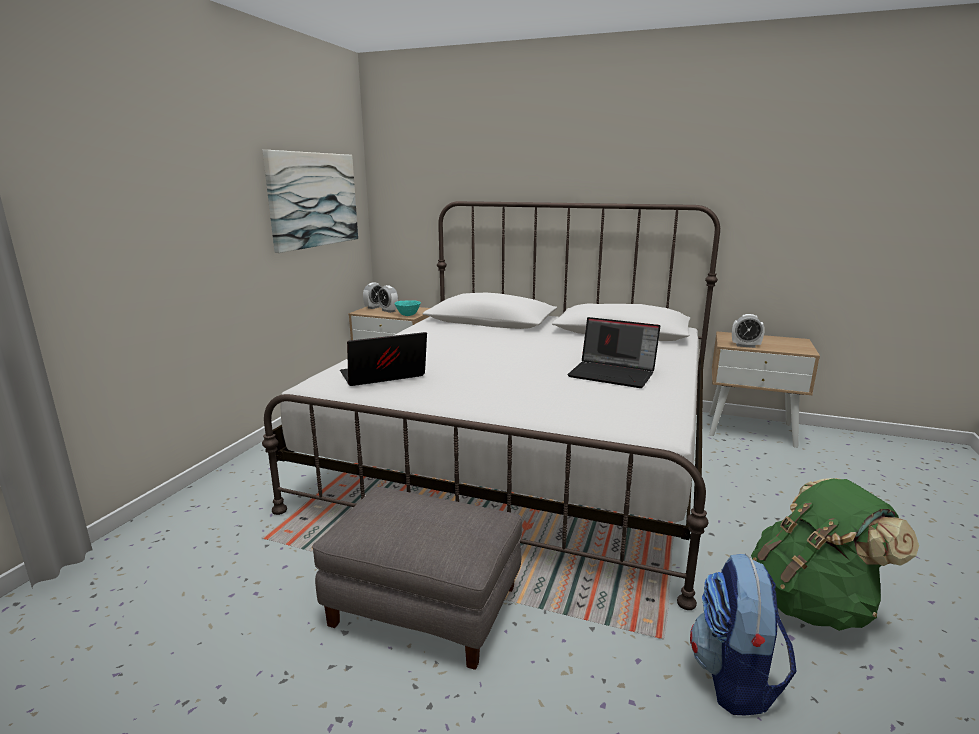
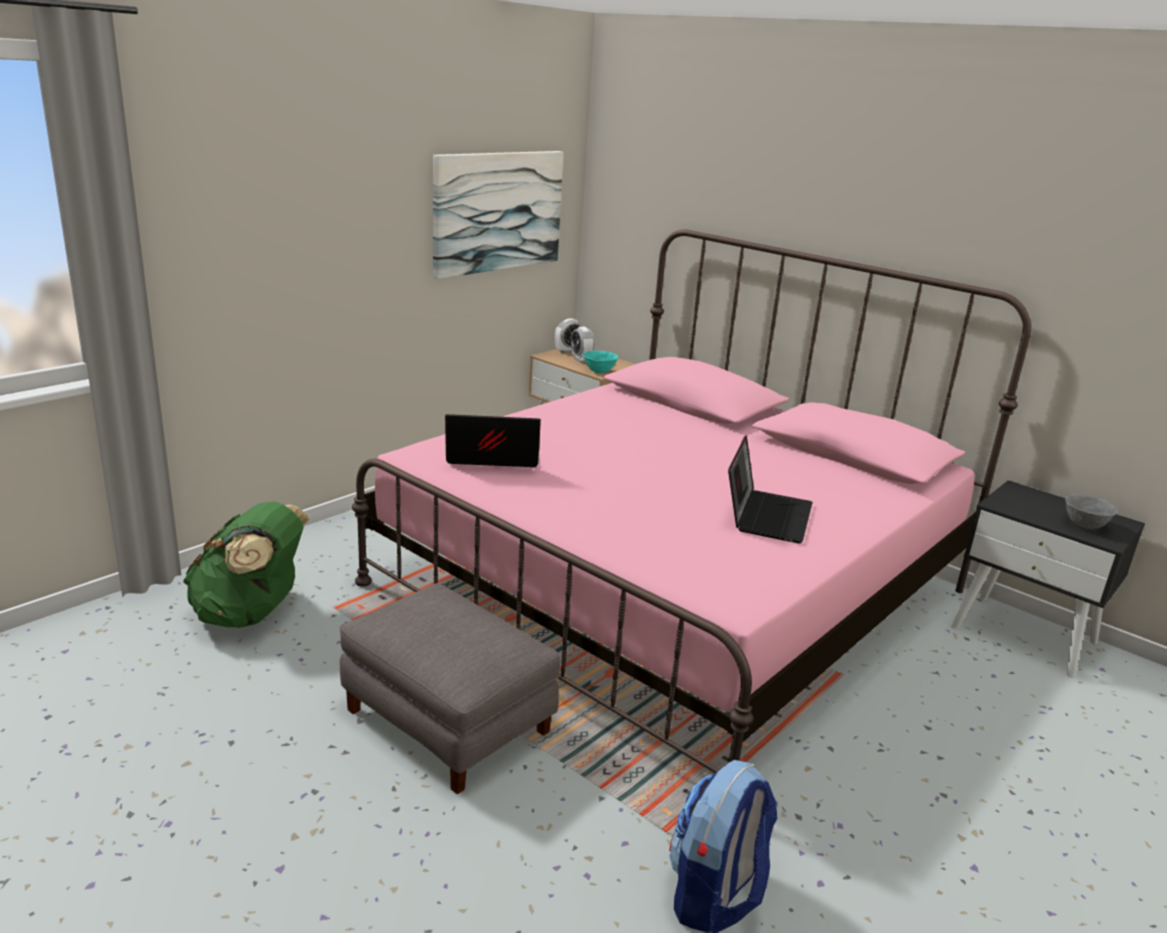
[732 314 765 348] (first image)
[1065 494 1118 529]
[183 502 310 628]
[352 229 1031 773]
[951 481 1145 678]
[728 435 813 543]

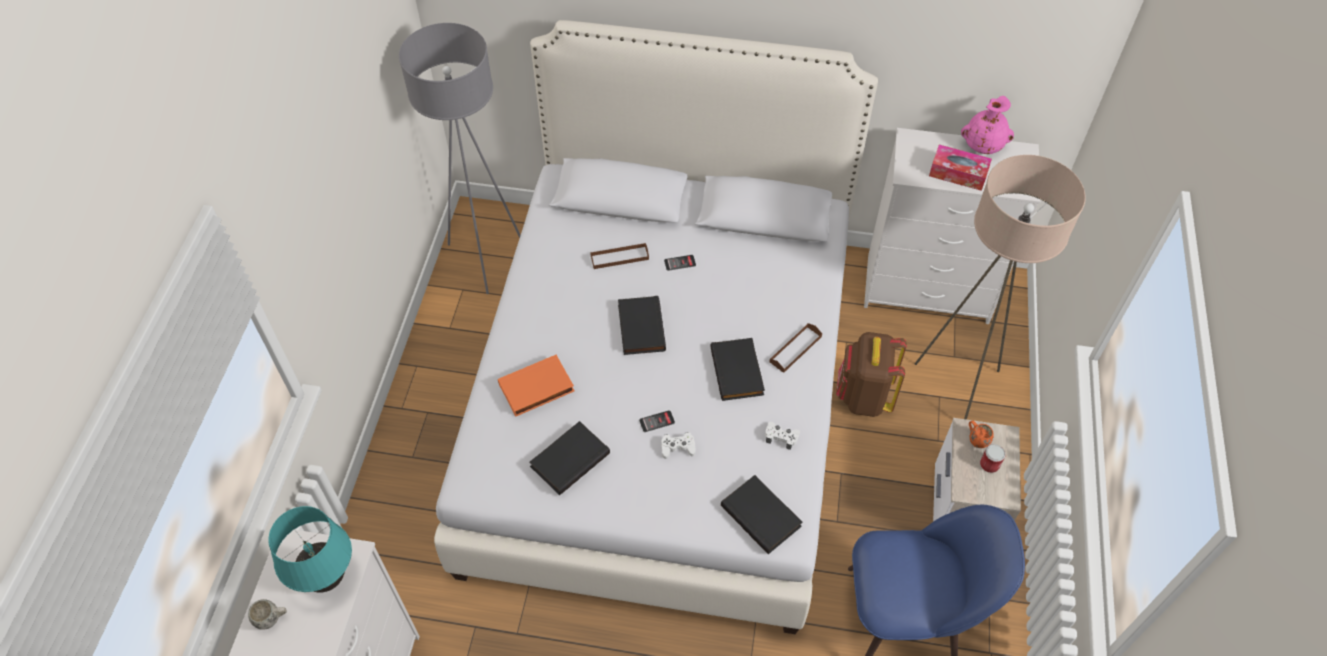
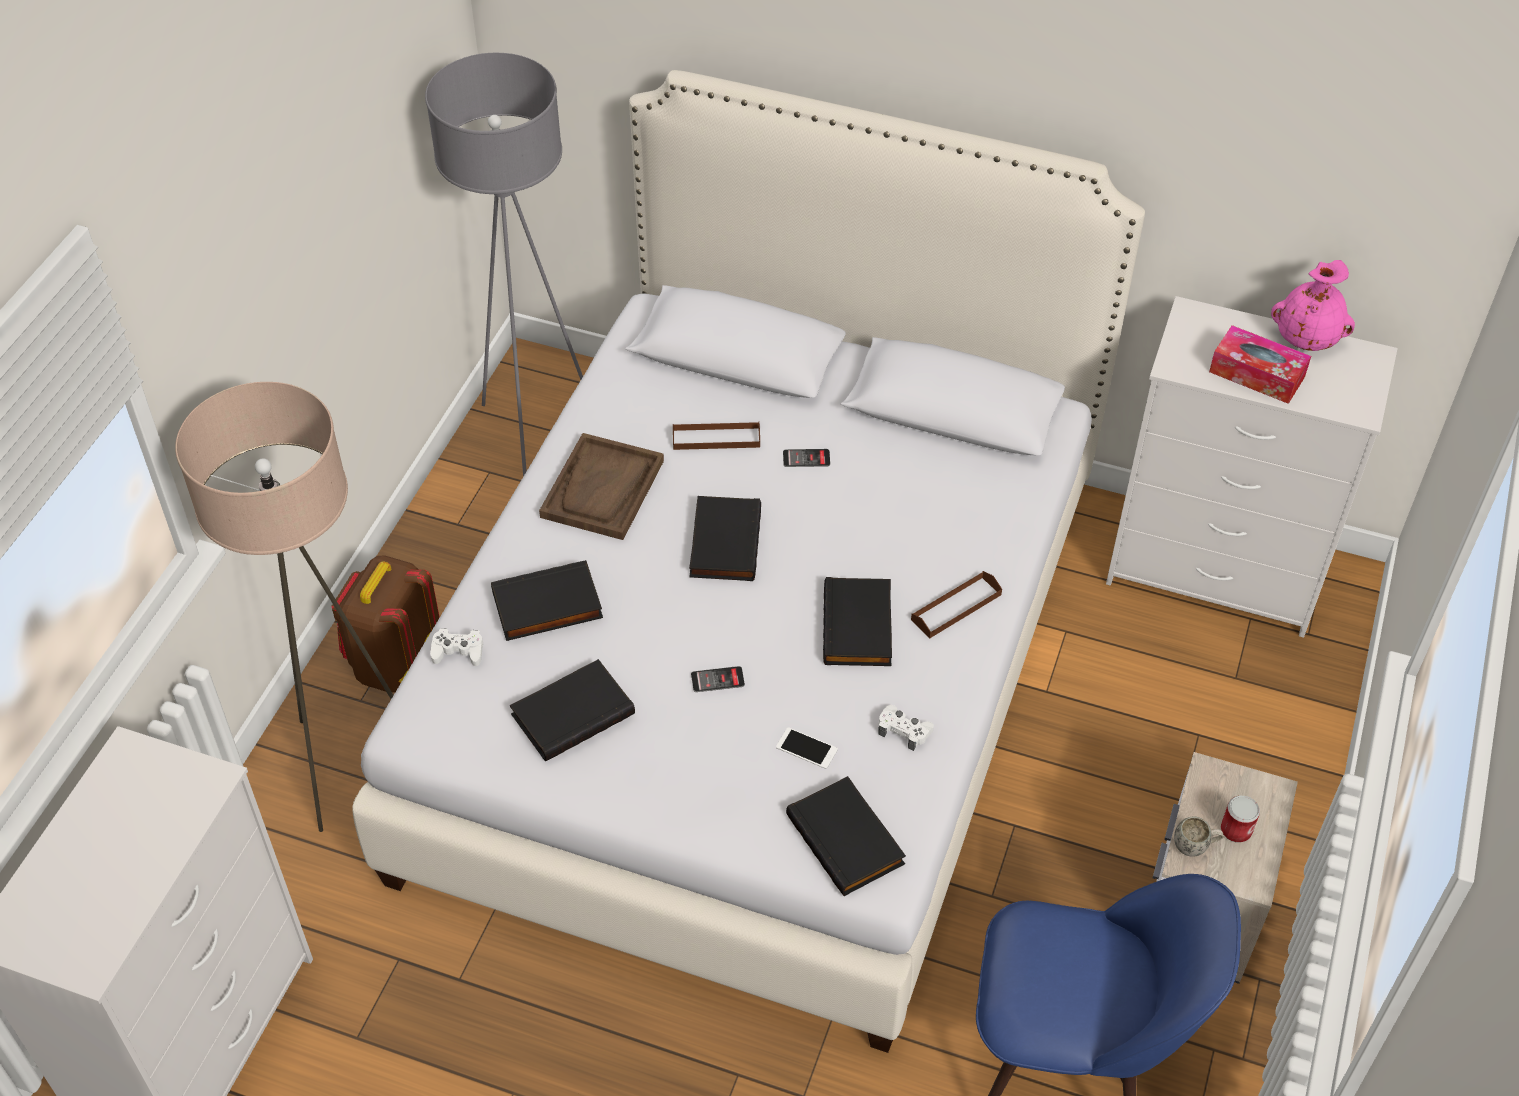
[268 506 352 593] (first image)
[969 421 994 448] (first image)
[539 433 664 540]
[776 727 838 769]
[1174 816 1224 857]
[430 628 483 666]
[331 555 440 692]
[175 382 393 832]
[491 560 603 641]

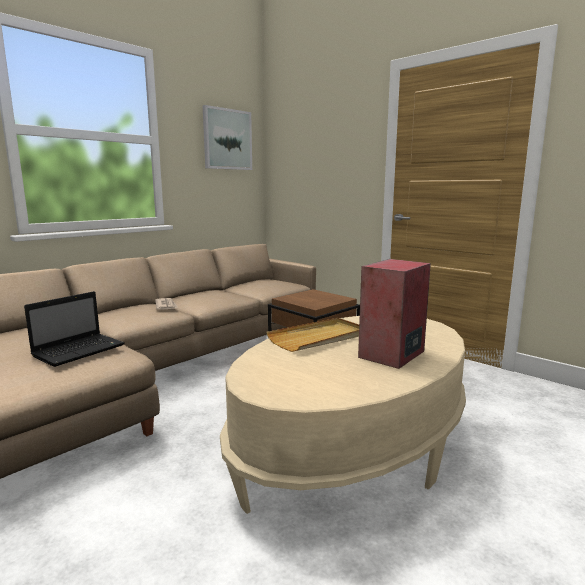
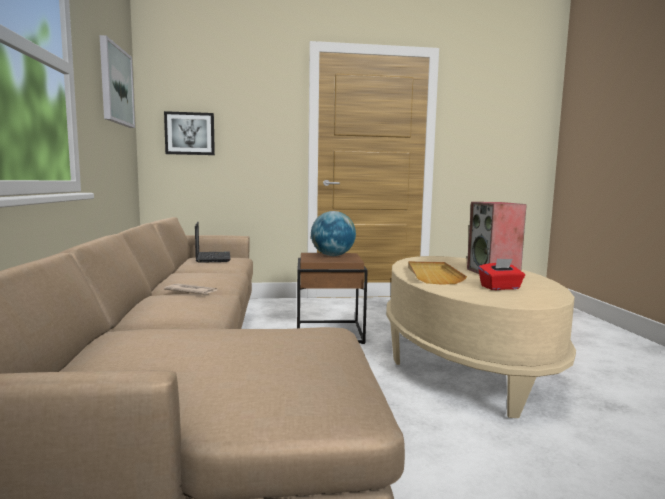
[164 111 215 155]
[311 211 356 256]
[478 259 525 290]
[195 222 231 263]

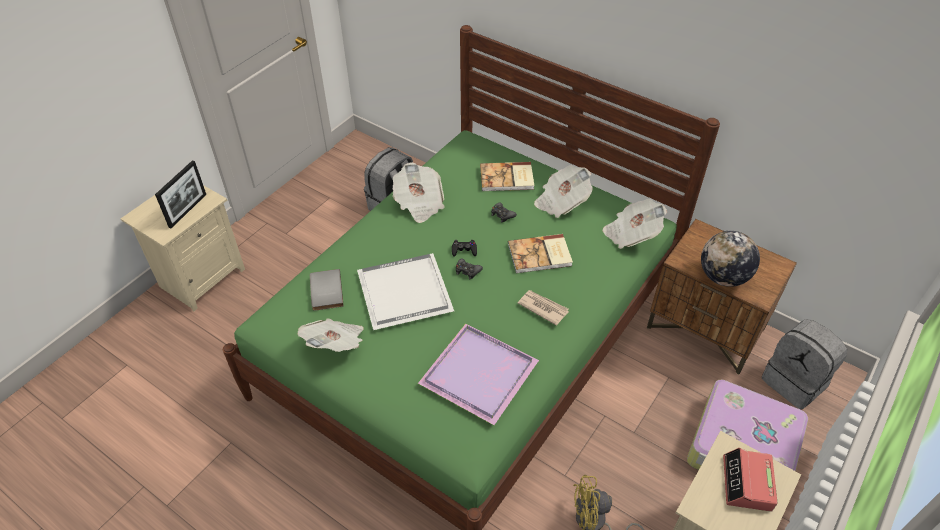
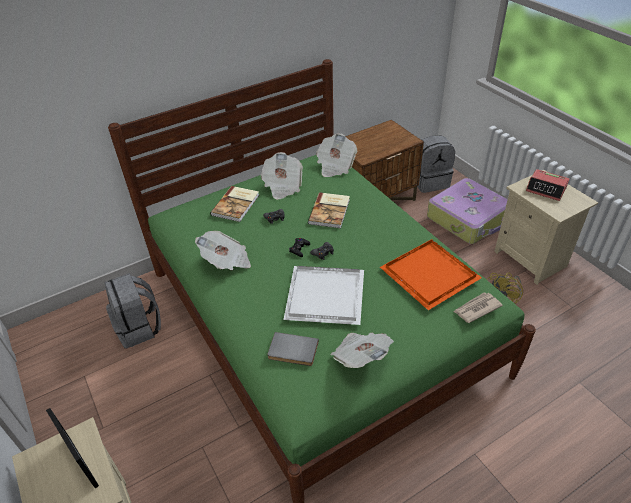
[701 231 760 287] (first image)
[454 292 503 323]
[380 239 482 310]

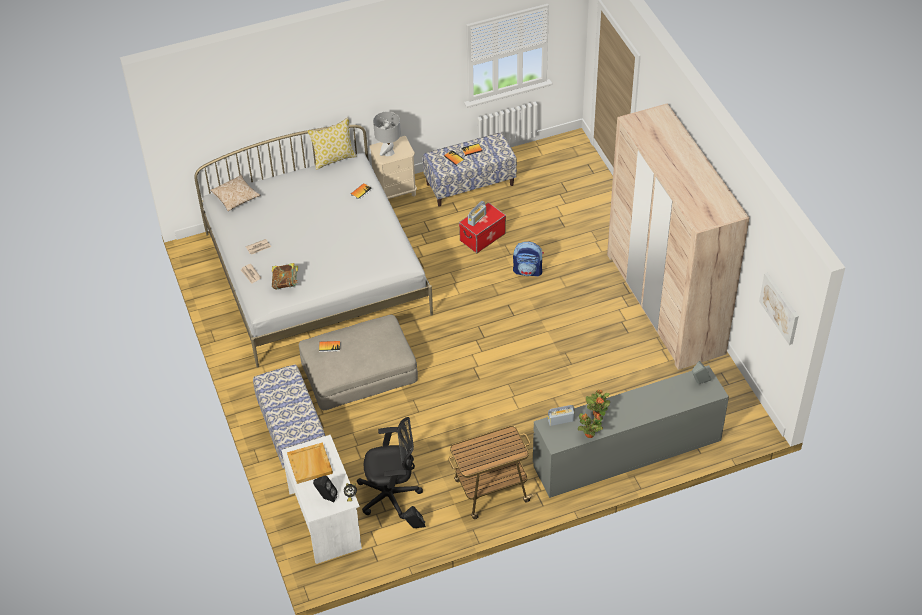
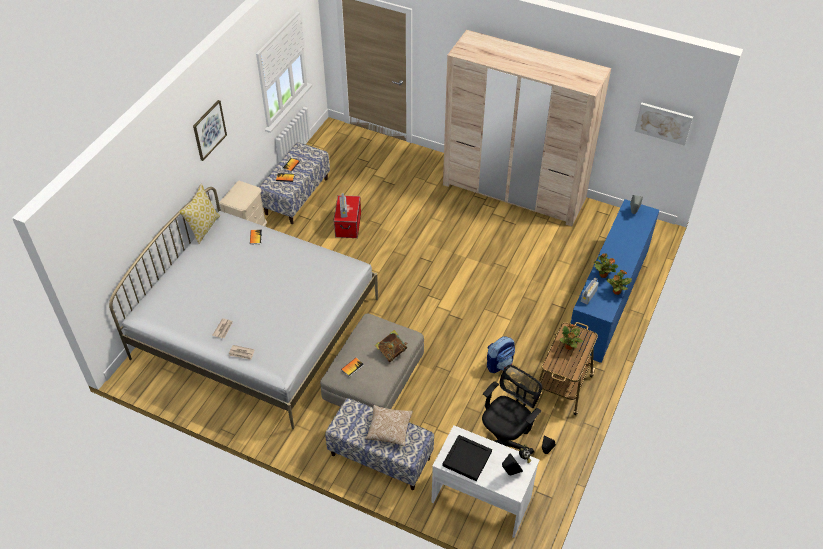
[373 111 401 156] (first image)
[193 100 227 161]
[559 324 583 350]
[365 405 413 446]
[375 330 408 362]
[487 336 515 373]
[443 435 492 481]
[570 199 659 363]

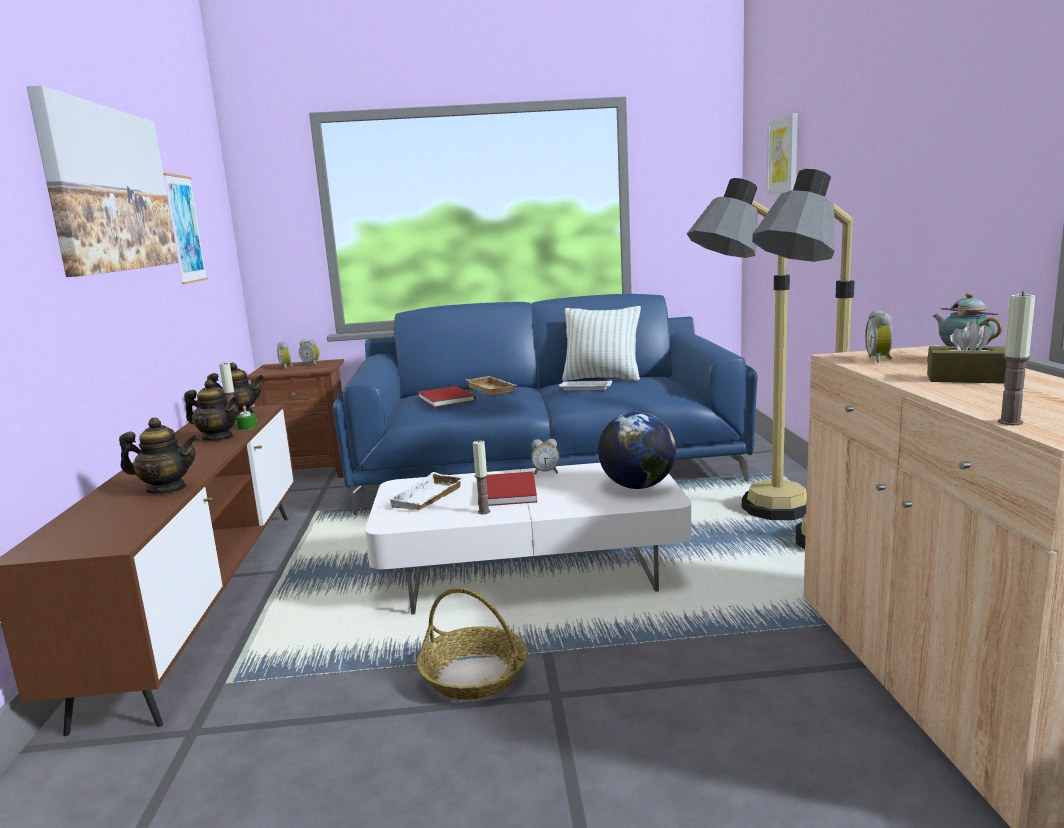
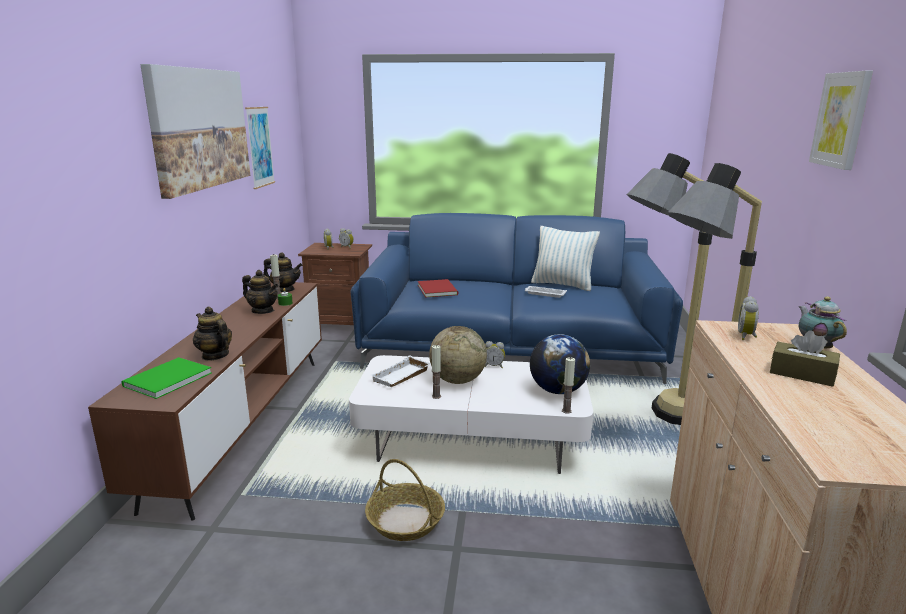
[465 376 517 396] (first image)
[122 357 212 399]
[809 71 873 170]
[562 357 575 414]
[429 326 487 384]
[193 307 232 361]

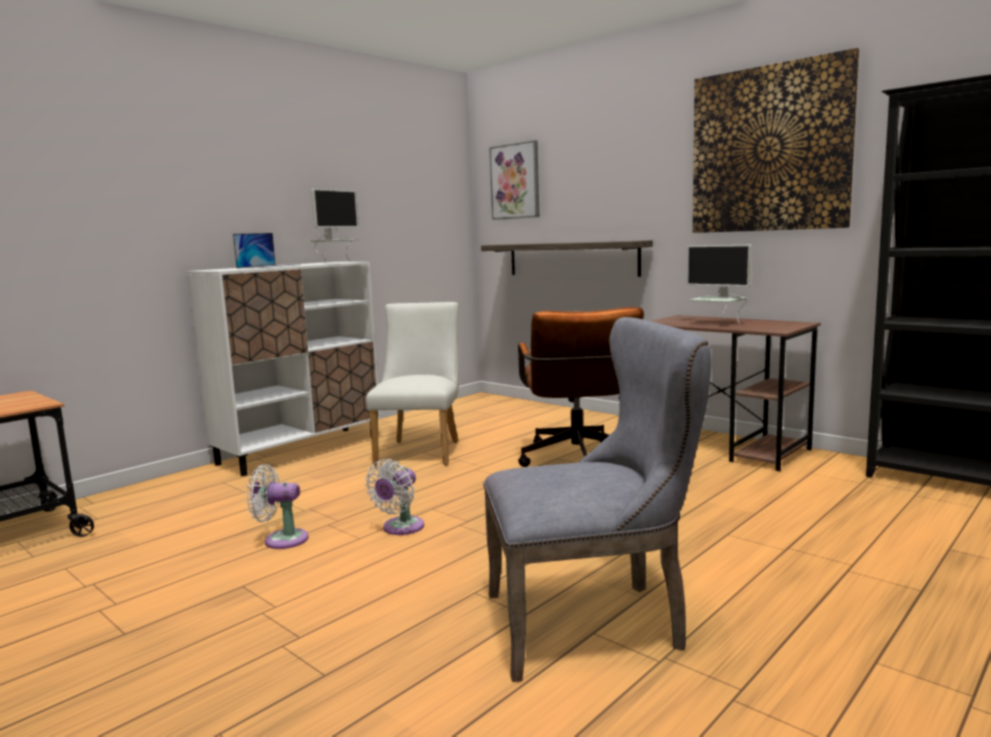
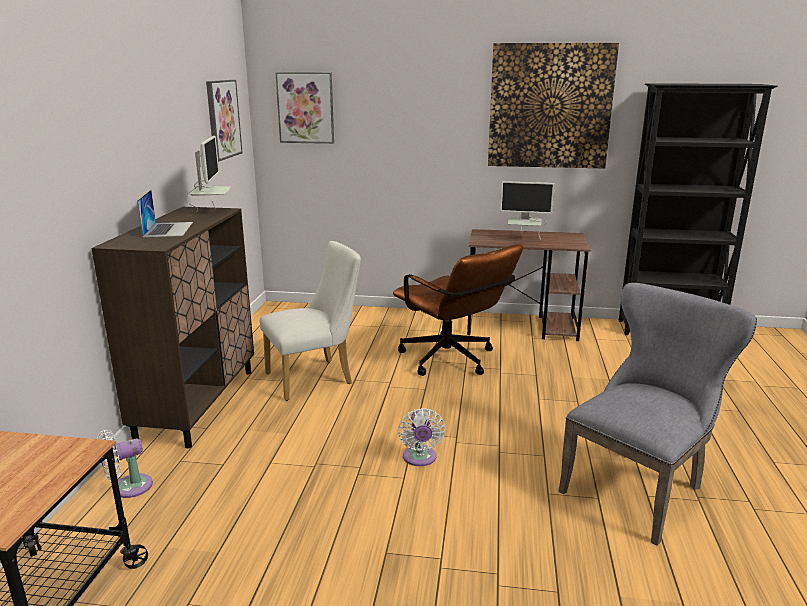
[481 240 653 277] (first image)
[206 80 242 162]
[97 430 153 498]
[91 207 254 448]
[260 241 361 401]

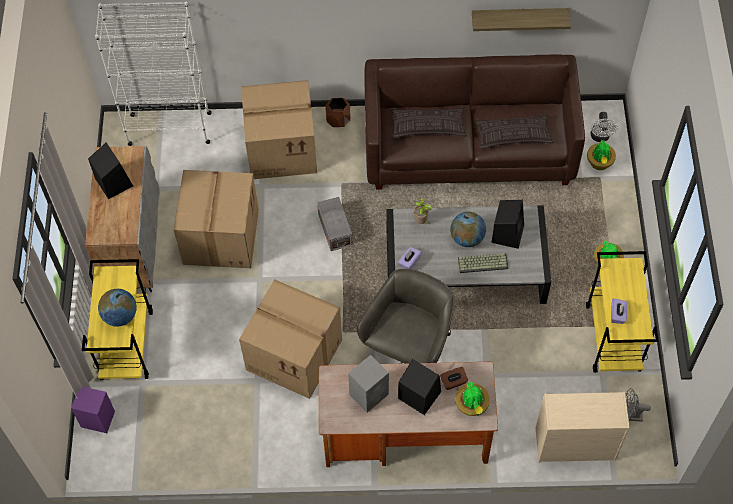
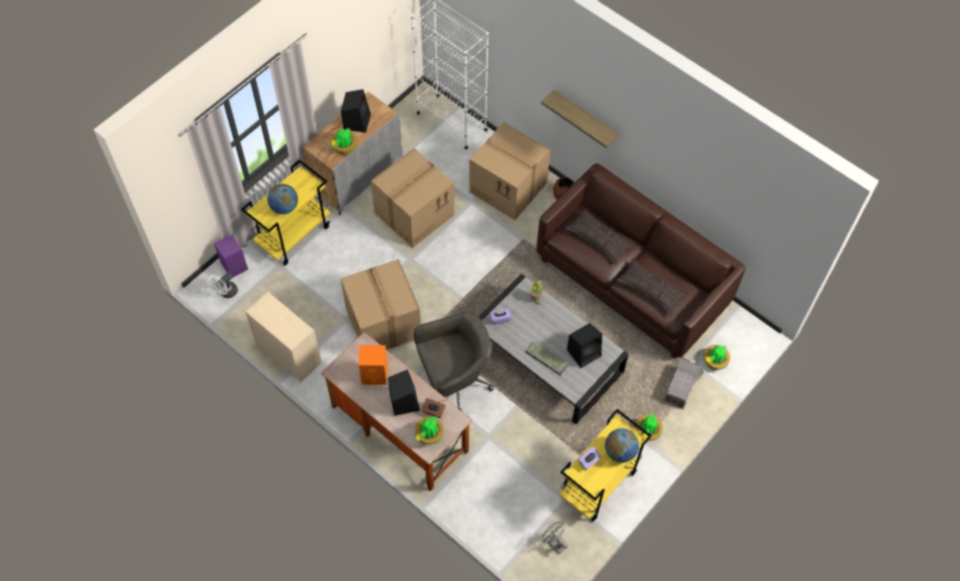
[331 128 357 155]
[664 359 700 409]
[605 428 639 463]
[541 90 619 148]
[246 292 322 383]
[209 273 238 298]
[359 345 388 385]

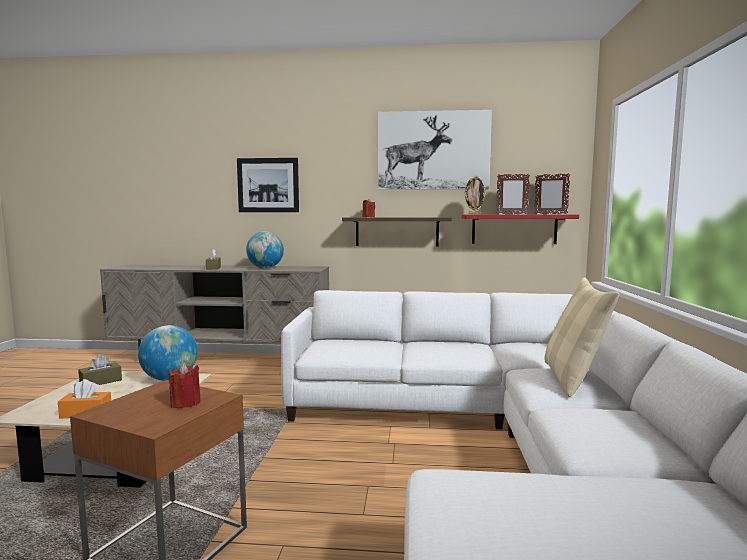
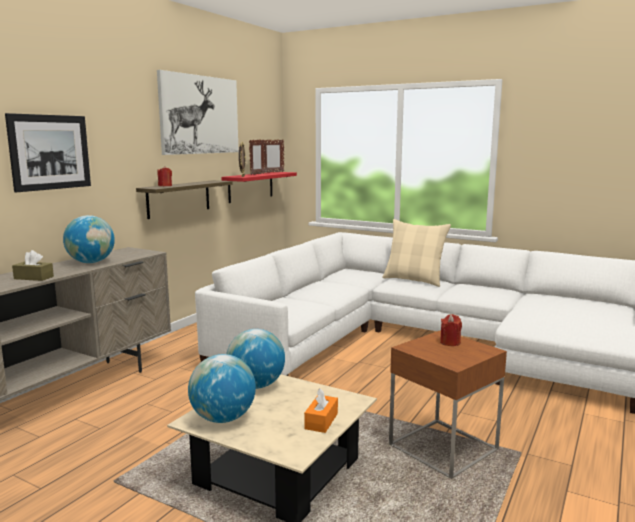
[188 354 256 423]

